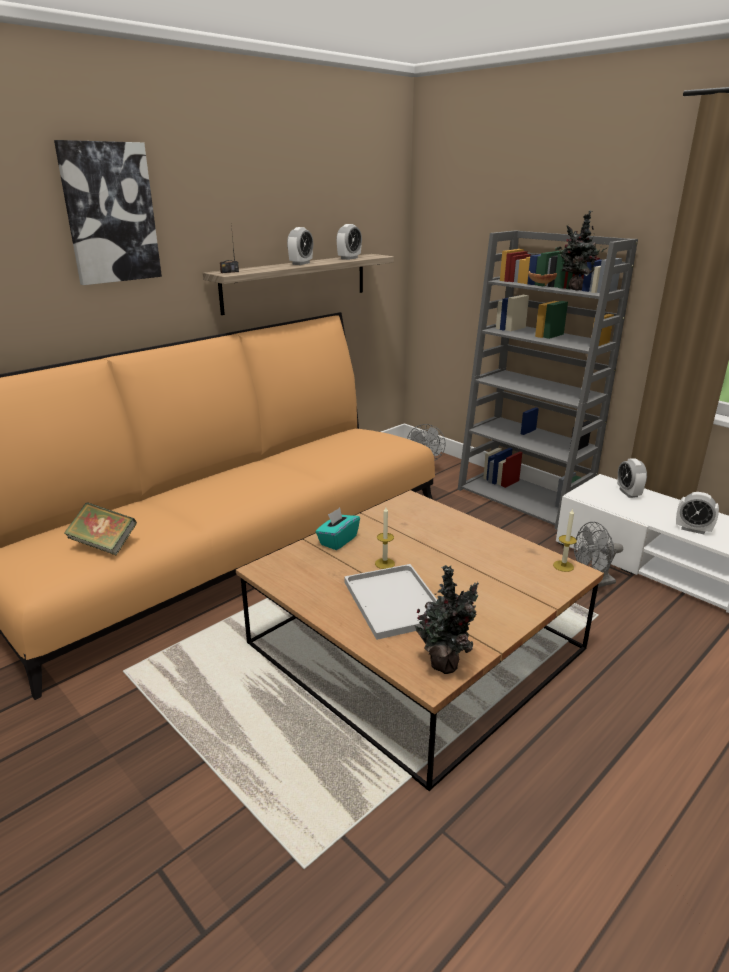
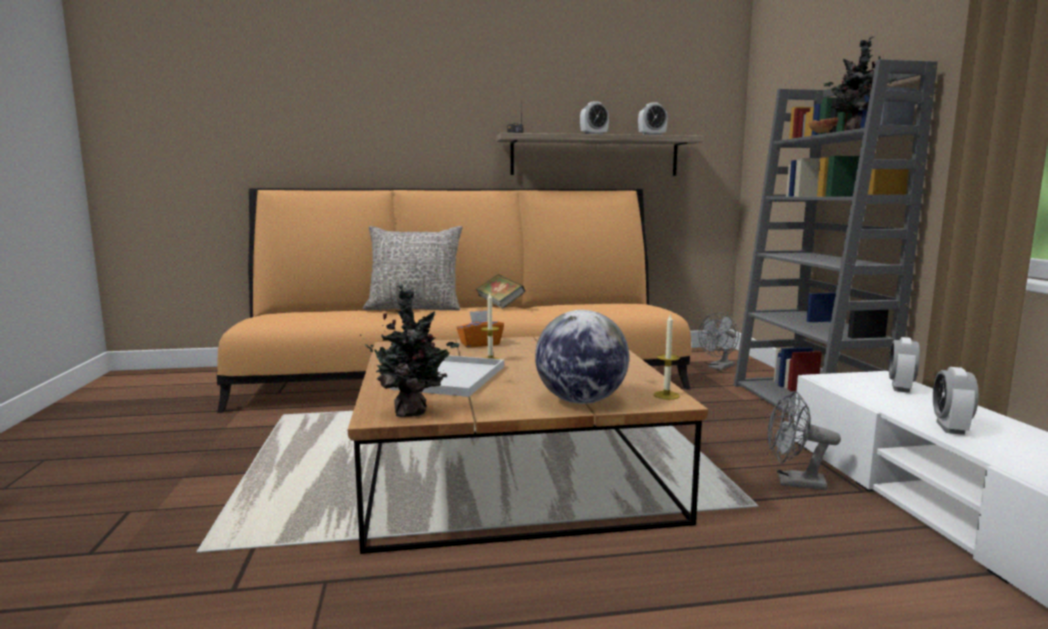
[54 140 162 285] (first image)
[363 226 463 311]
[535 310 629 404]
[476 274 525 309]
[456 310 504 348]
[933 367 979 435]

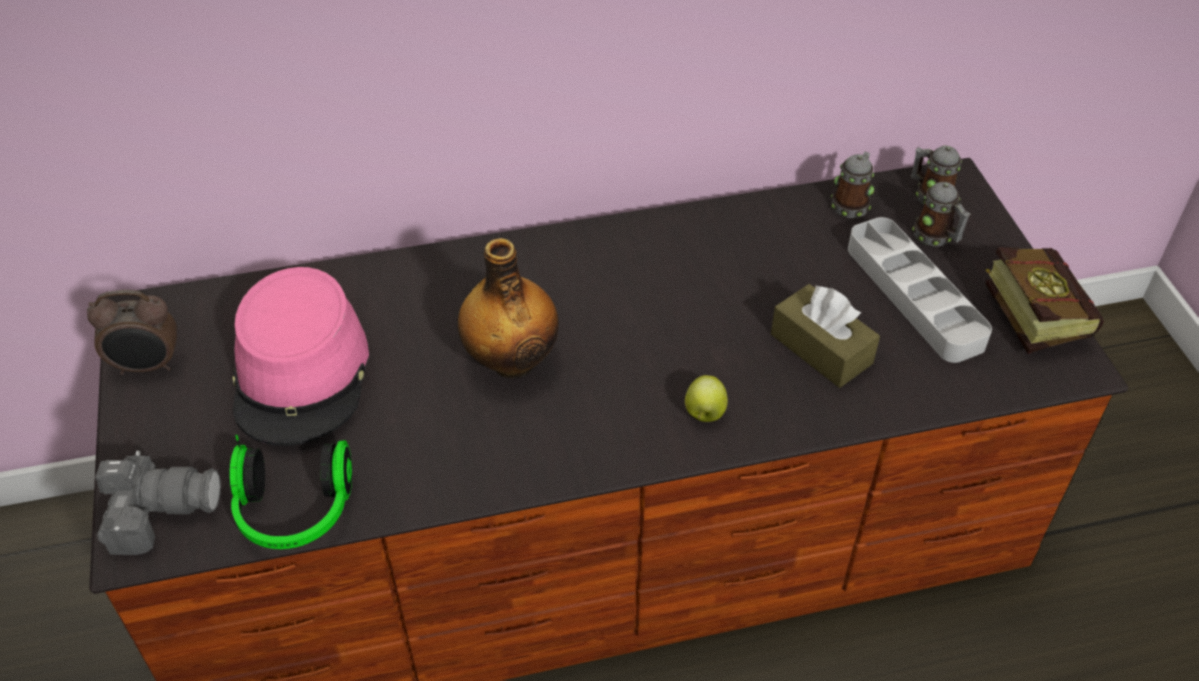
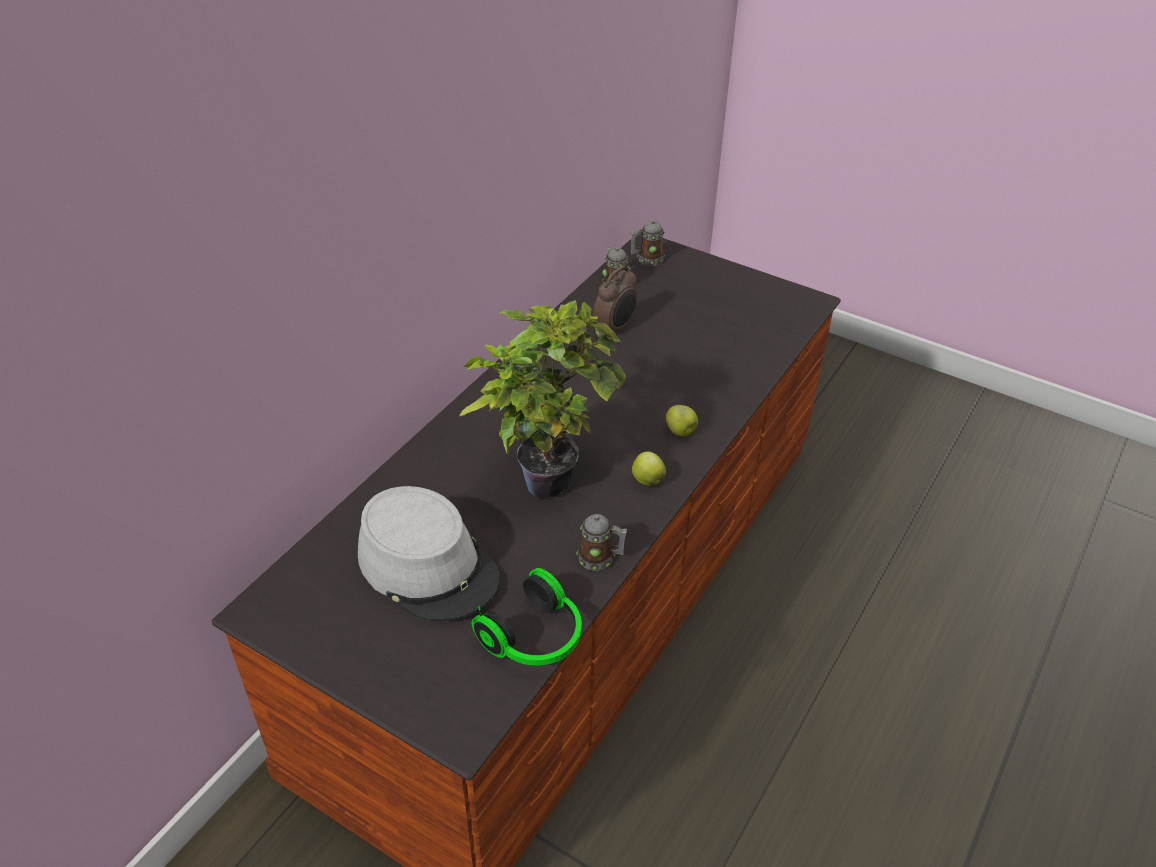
[95 451 221 555] (first image)
[771 284 880 388] (first image)
[848 217 992 363] (first image)
[985 247 1104 354] (first image)
[632 451 666 486]
[593 266 638 332]
[576 514 627 571]
[459 300 626 498]
[358 486 500 621]

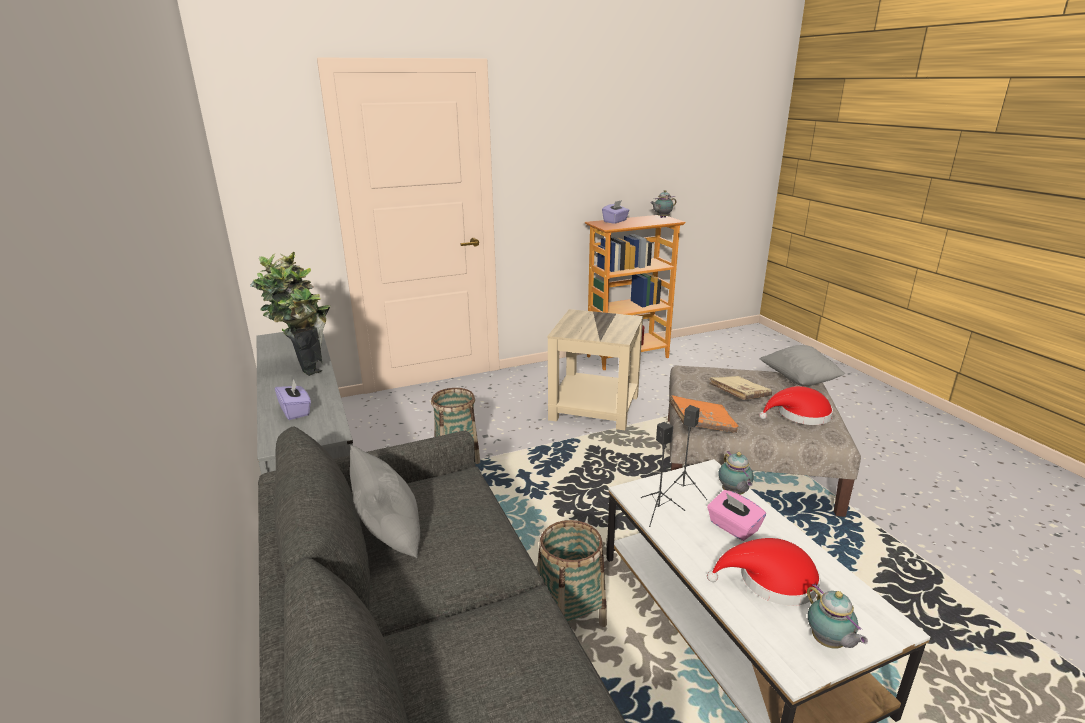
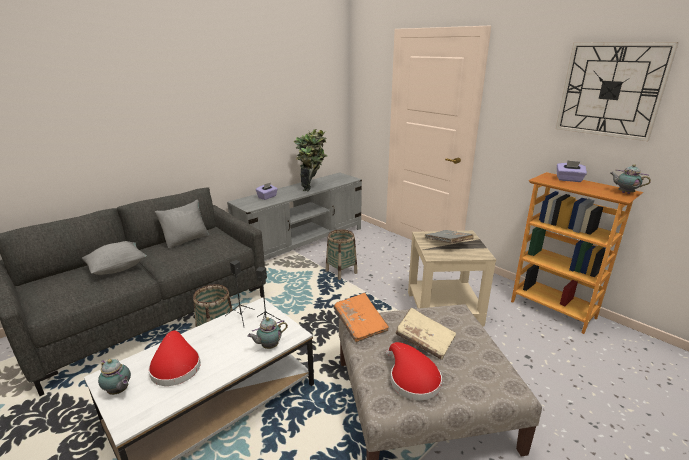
[707 490 766 541] (first image)
[425 230 474 243]
[556 42 679 141]
[82 241 147 275]
[98 359 131 395]

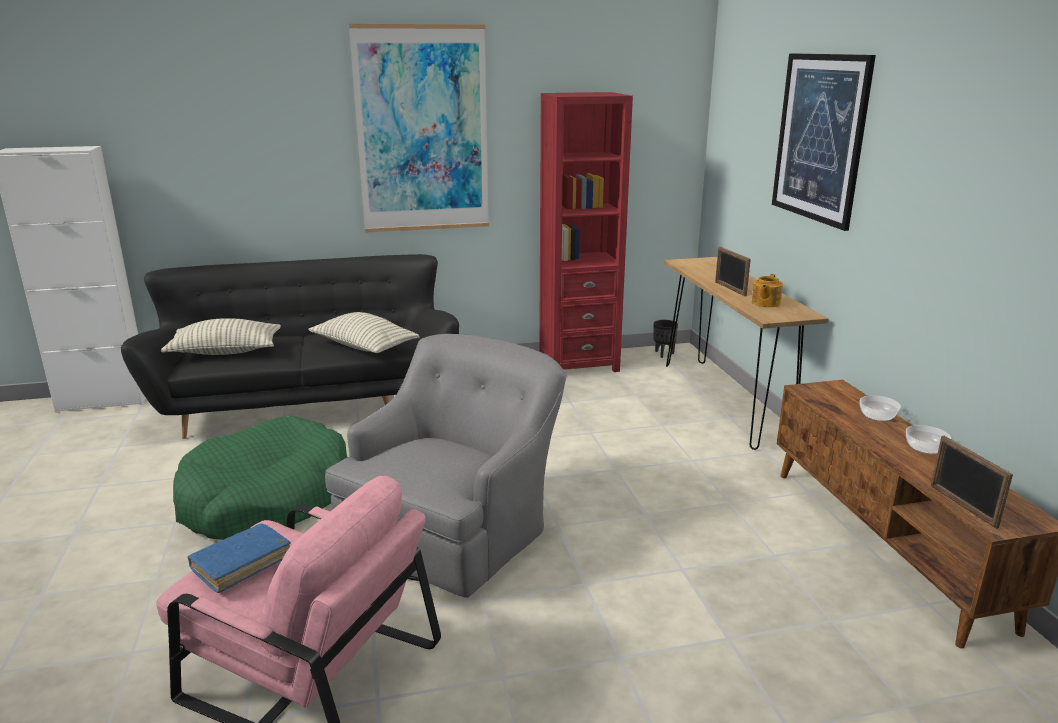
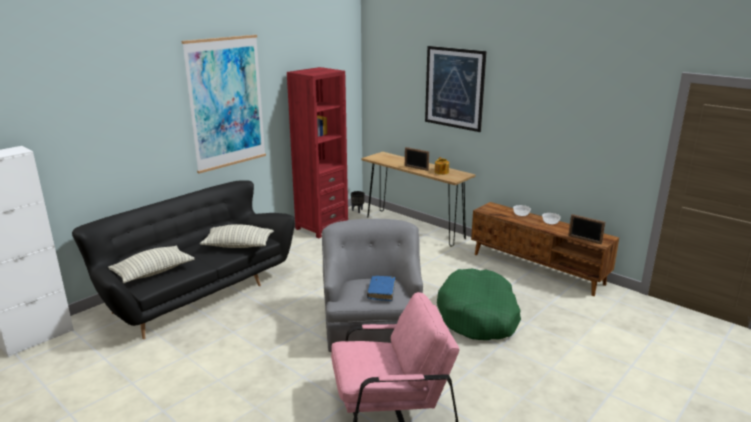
[437 269 521 340]
[367 276 395 301]

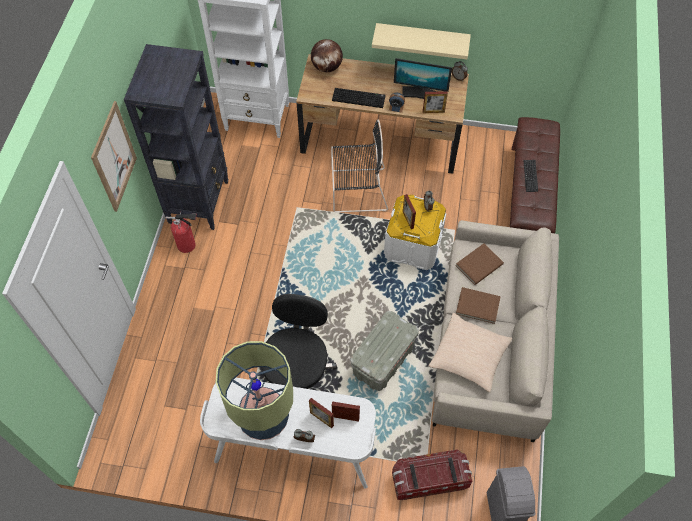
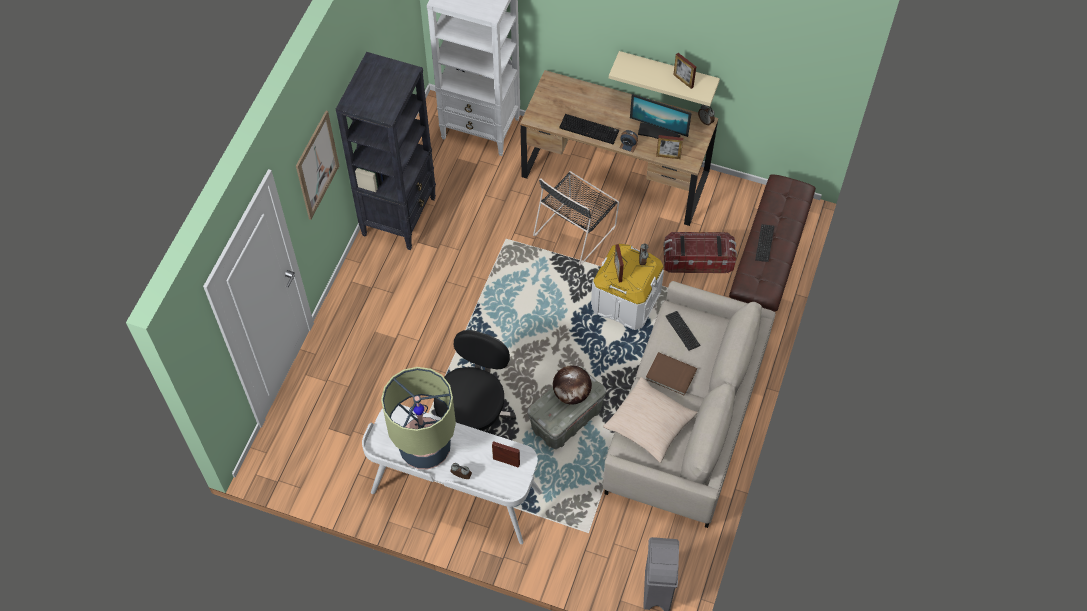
[166 212 197 253] (first image)
[673 53 696 89]
[553 365 592 405]
[664 232 737 273]
[666 311 701 351]
[533 171 619 266]

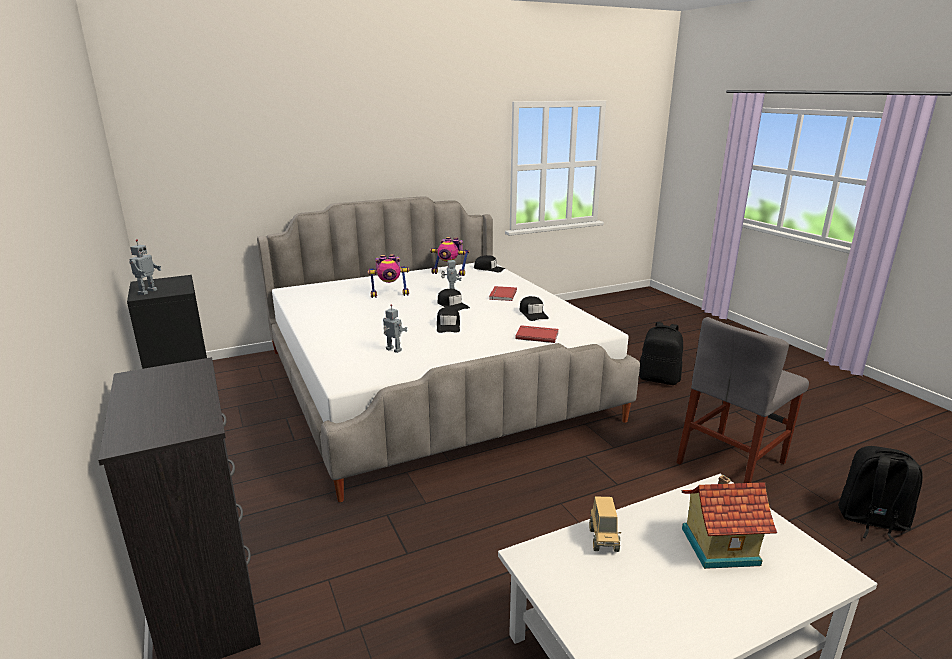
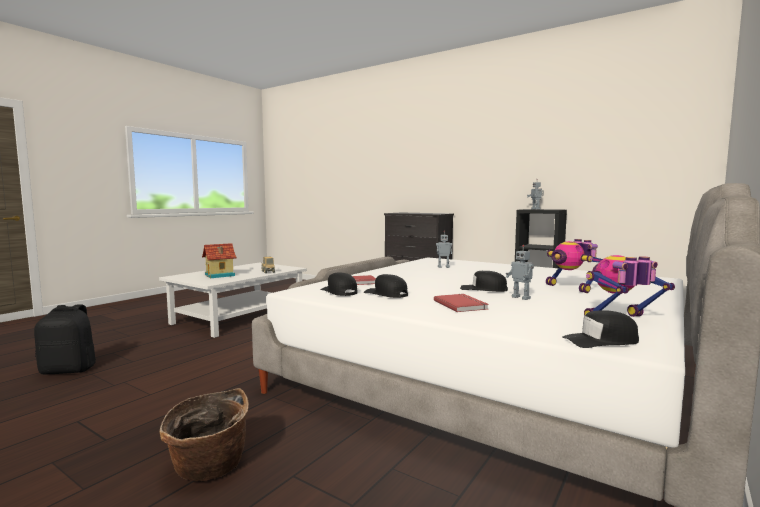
[676 317 809 483] (first image)
[320 273 358 296]
[160 388 249 481]
[546 239 603 293]

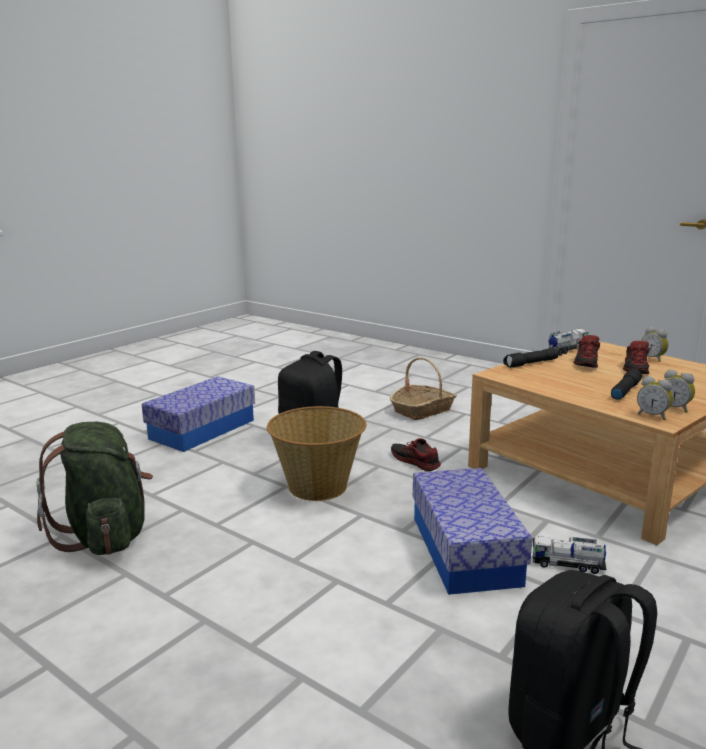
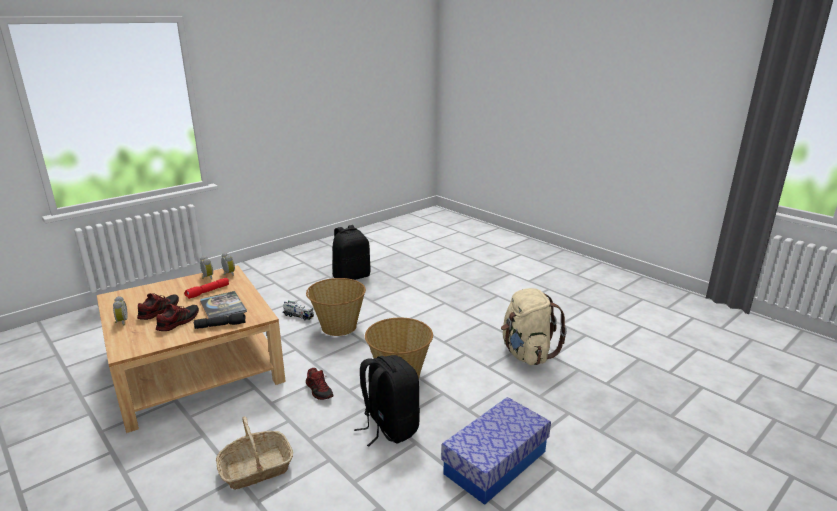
[548 328 588 355] (first image)
[200 291 247 318]
[306 278 366 336]
[501 288 567 365]
[184 278 229 299]

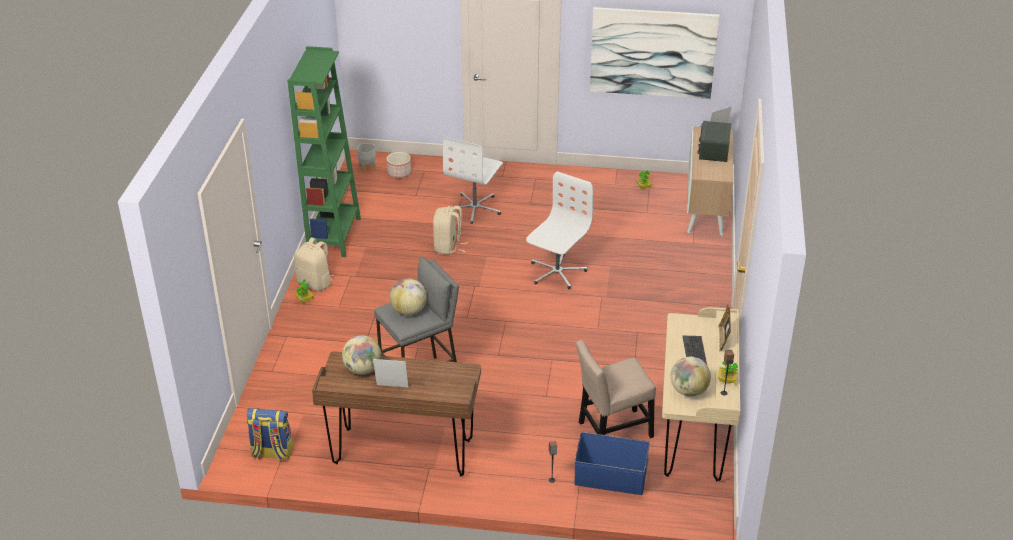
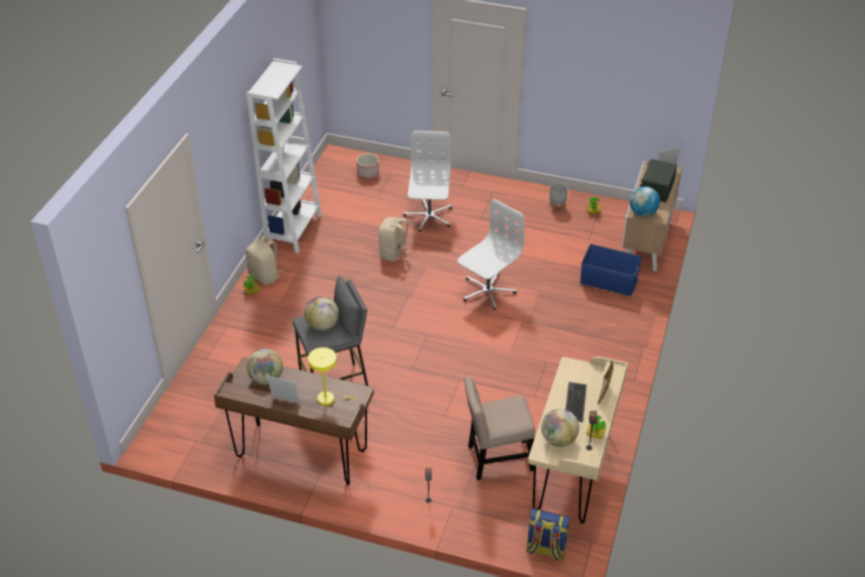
[590 7 719 99] (first image)
[308 347 357 406]
[630 186 660 217]
[526 508 570 561]
[549 183 568 212]
[580 244 642 296]
[247 58 322 253]
[403 131 452 232]

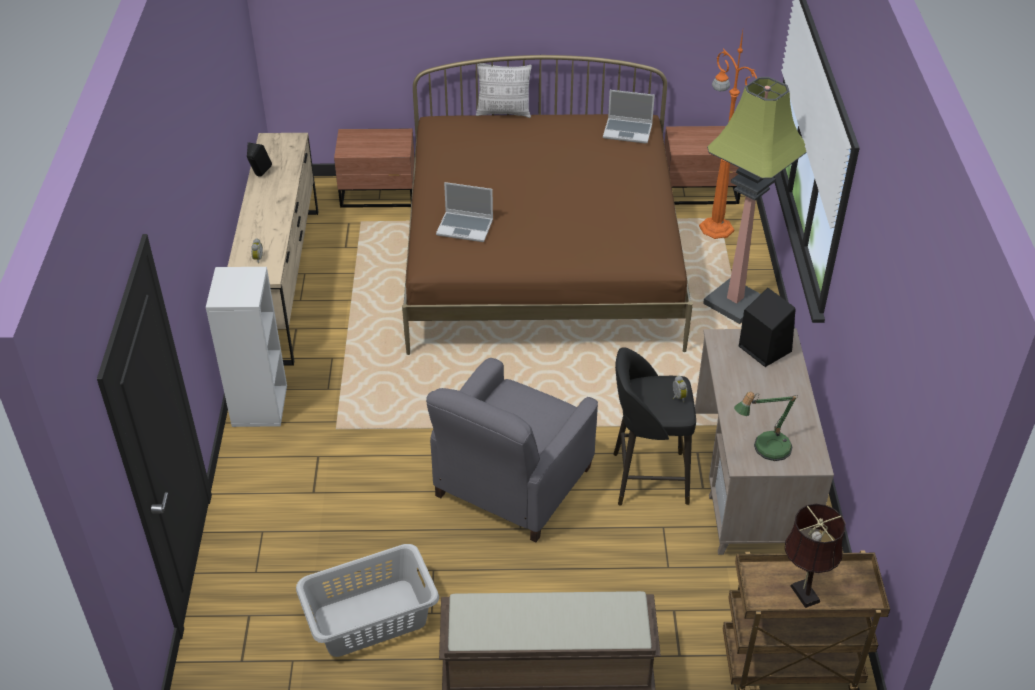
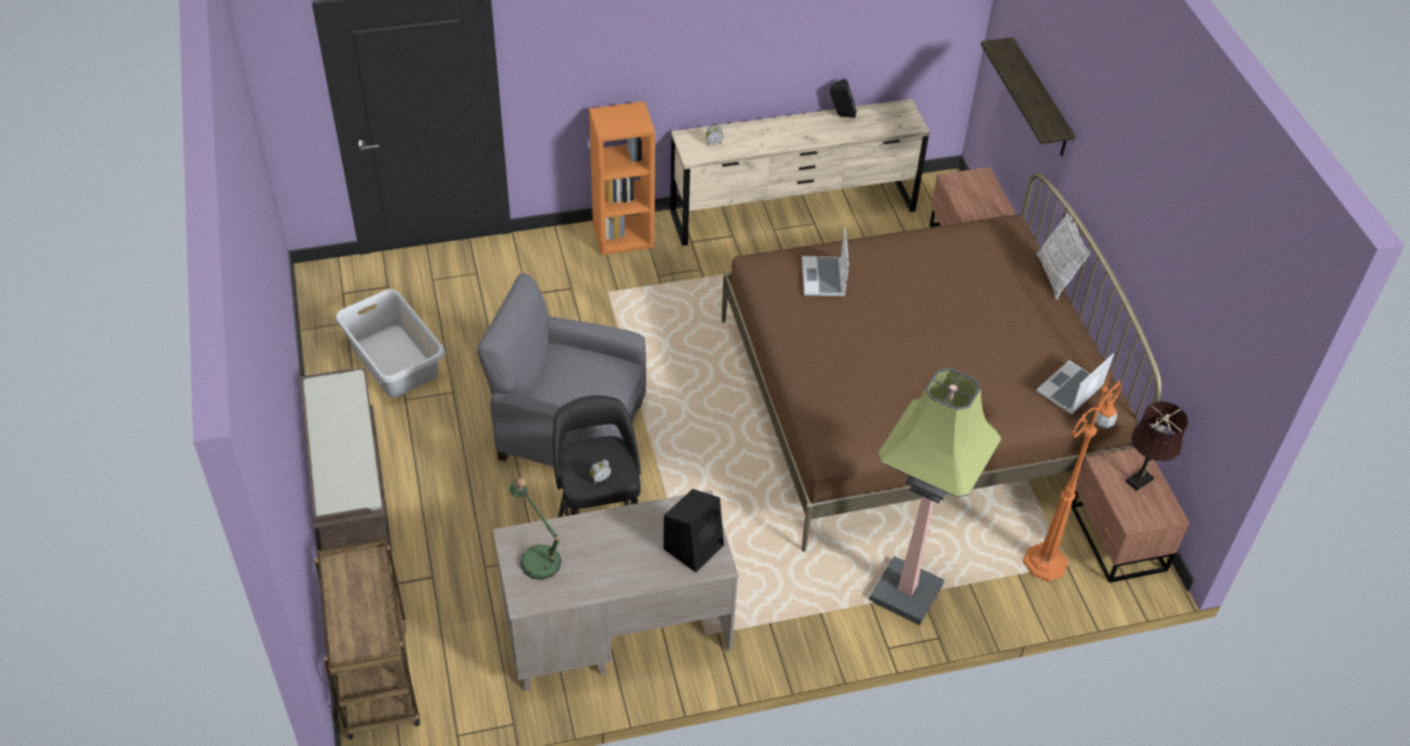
[981 37 1075 156]
[1126 401 1188 491]
[589 101 655 255]
[1036 354 1114 414]

